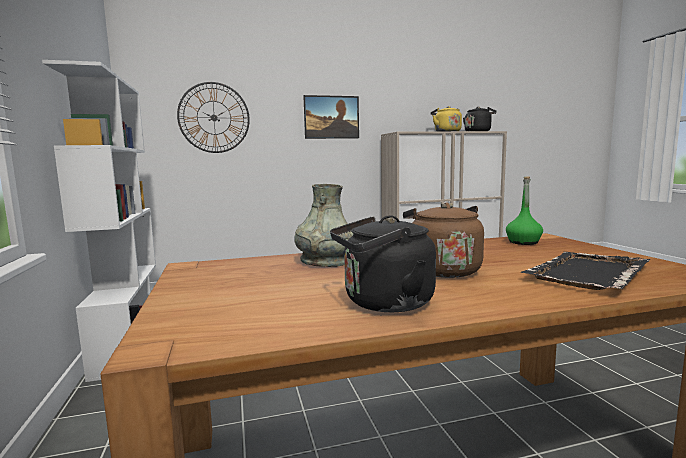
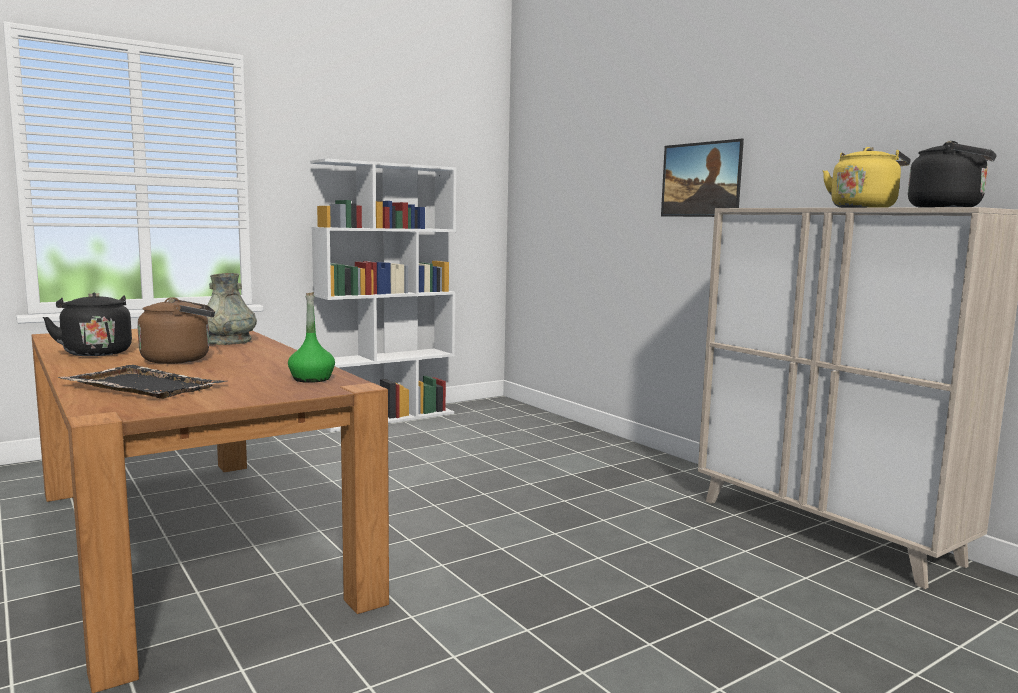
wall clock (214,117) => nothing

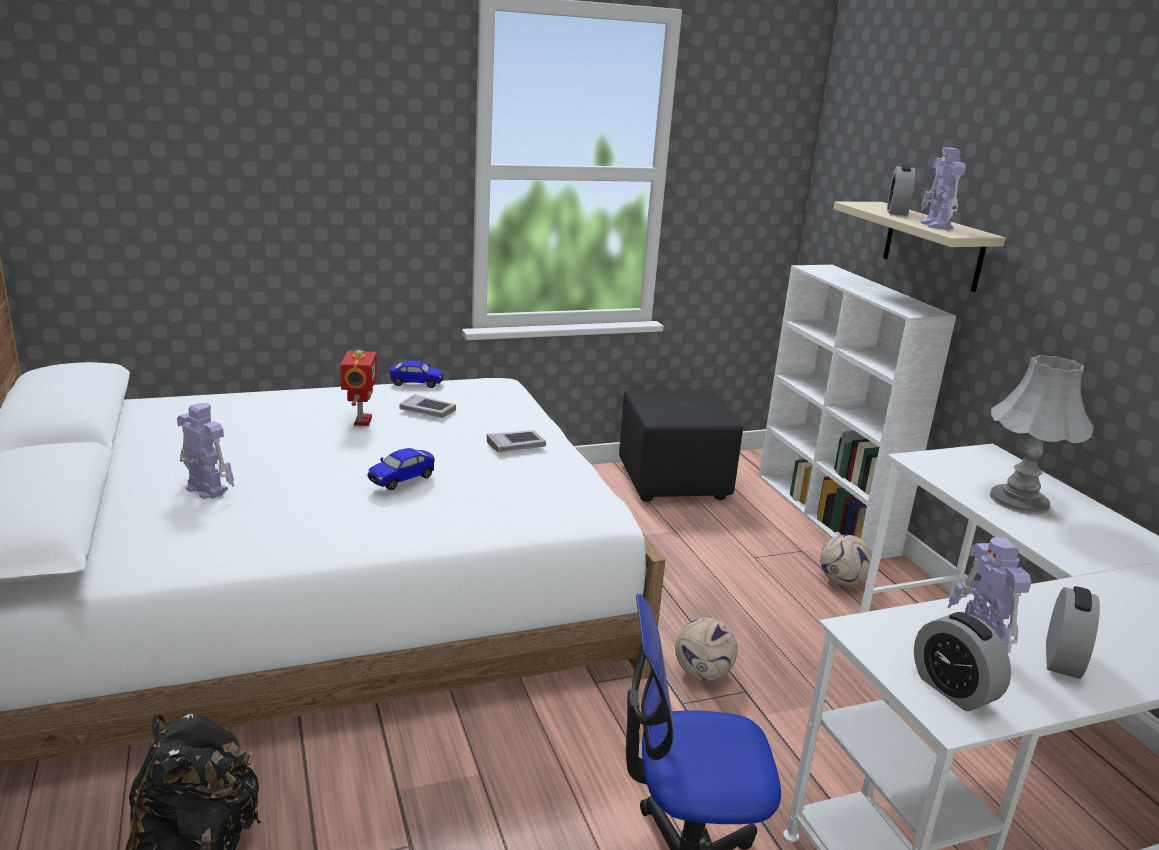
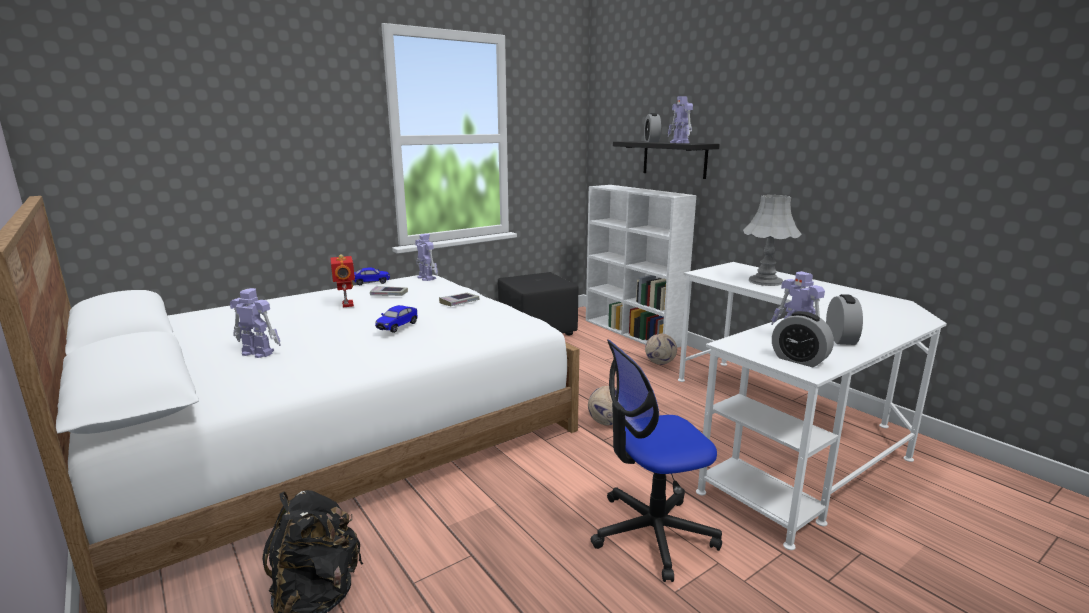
shelf (beige) (933,246) => shelf (black) (674,159)
nothing => toy robot (426,278)

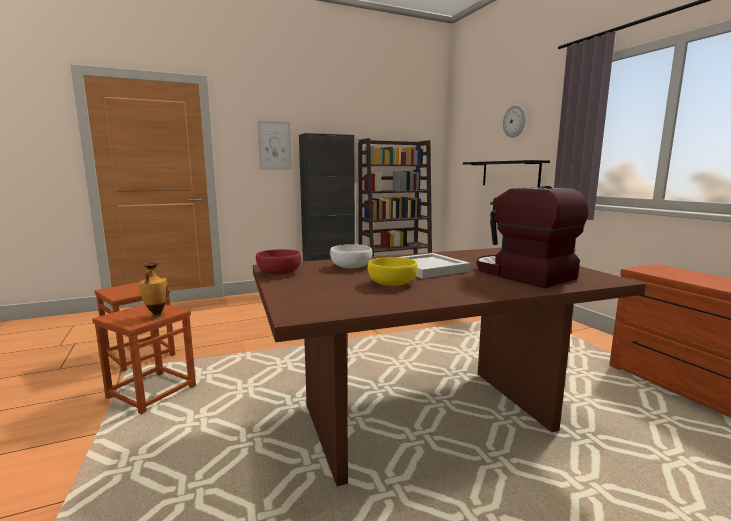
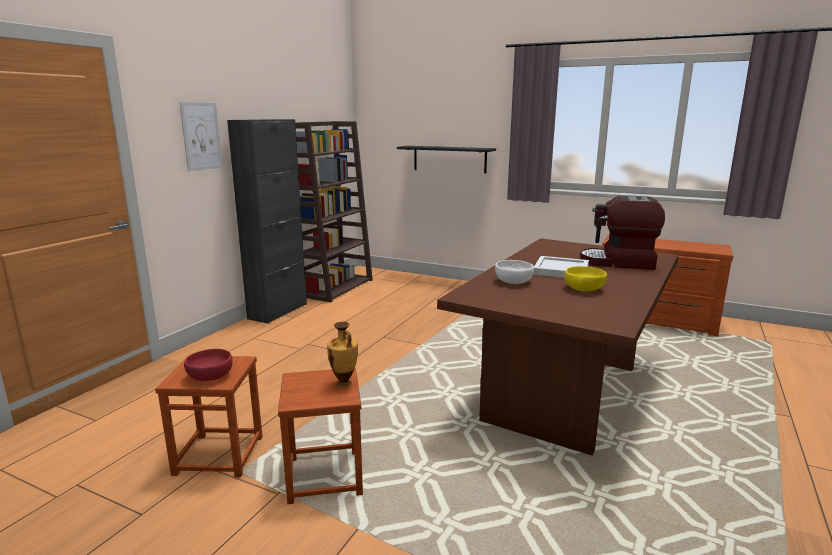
bowl (red) (279,273) => bowl (red) (211,376), relocated
wall clock (514,121) => nothing

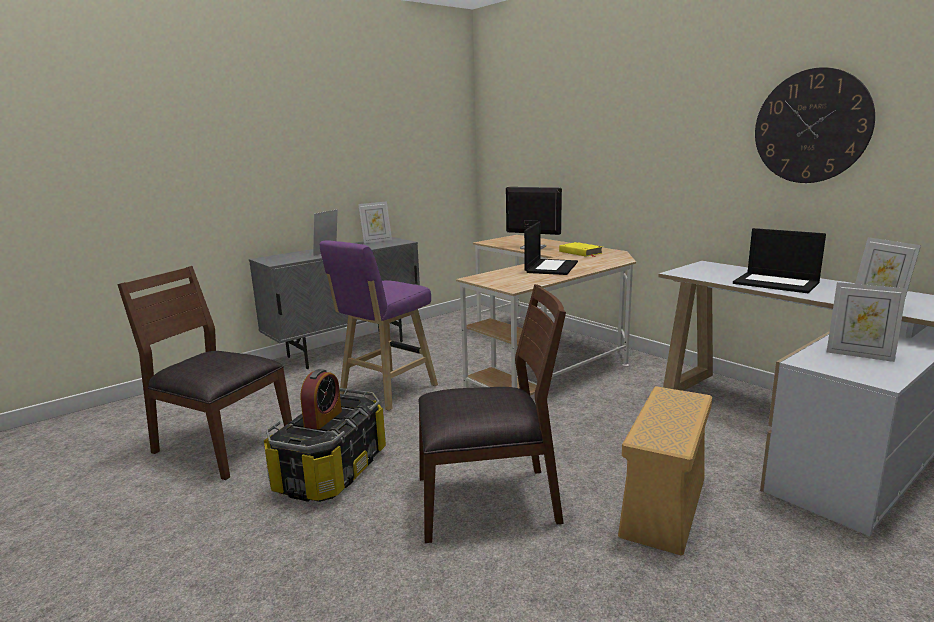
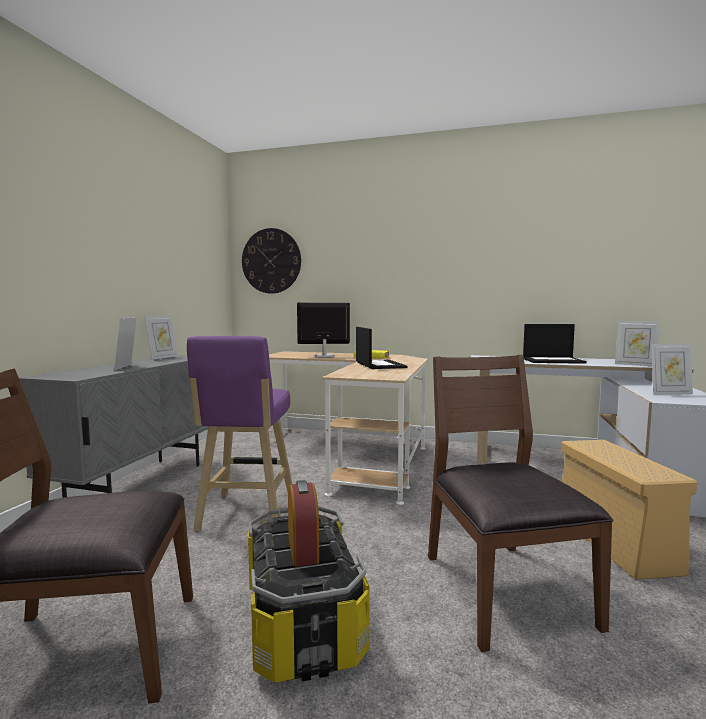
chair (brown) (488,500) => chair (brown) (502,589), 60 degrees counterclockwise
wall clock (811,126) => wall clock (271,261), relocated

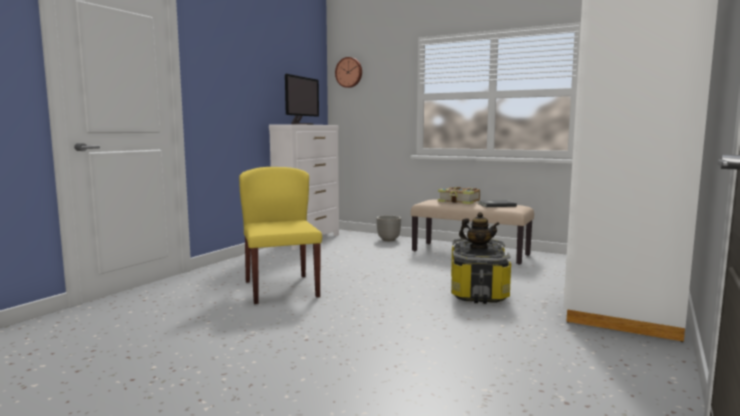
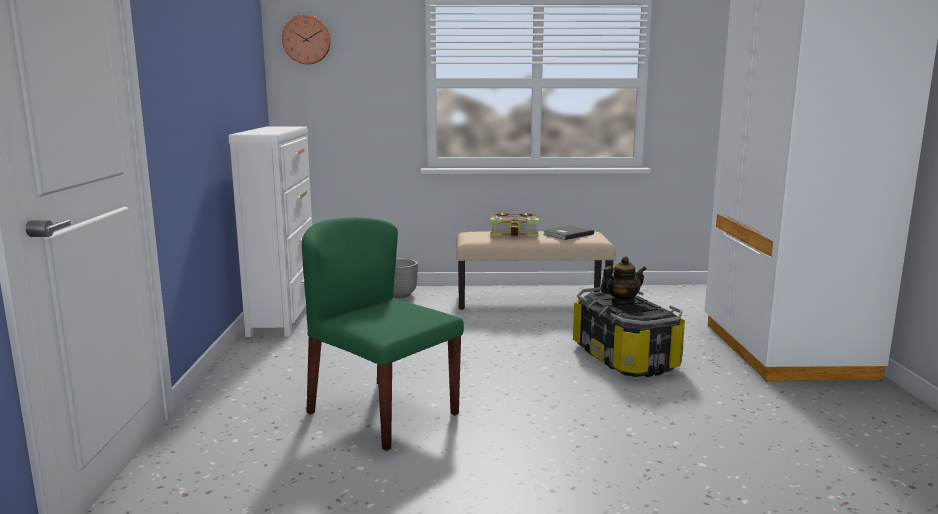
chair (yellow) (281,288) => chair (green) (381,412)
monitor (302,124) => nothing

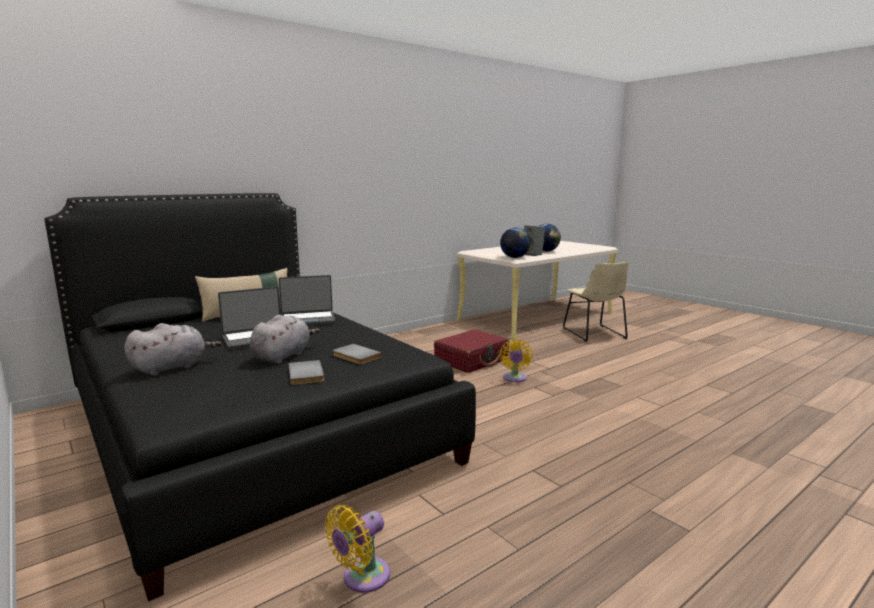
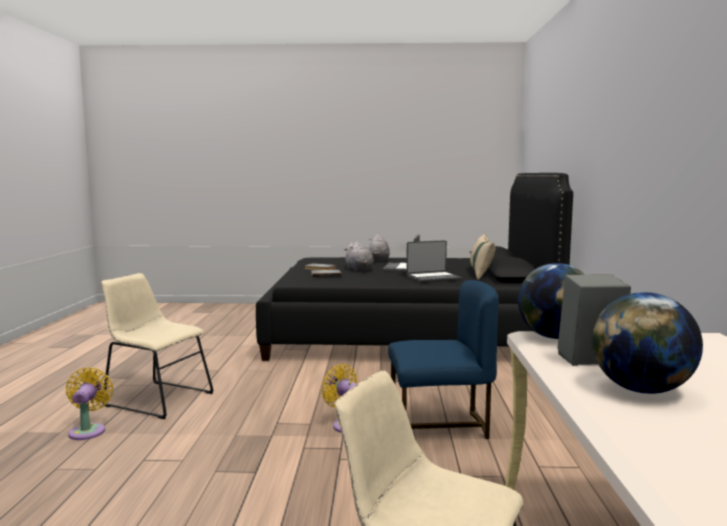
laptop (308,320) => laptop (433,278), 135 degrees counterclockwise
fan (yellow) (362,578) => fan (yellow) (88,430), relocated
suitcase (red) (472,360) => chair (blue) (439,427)
nothing => chair (beige) (155,398)

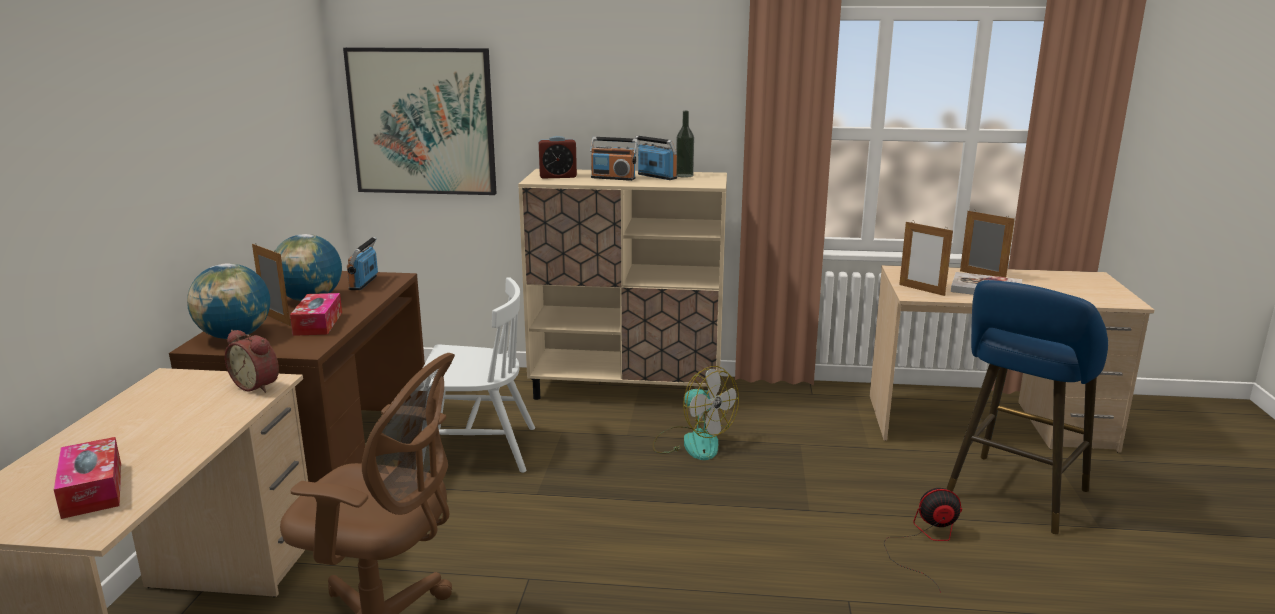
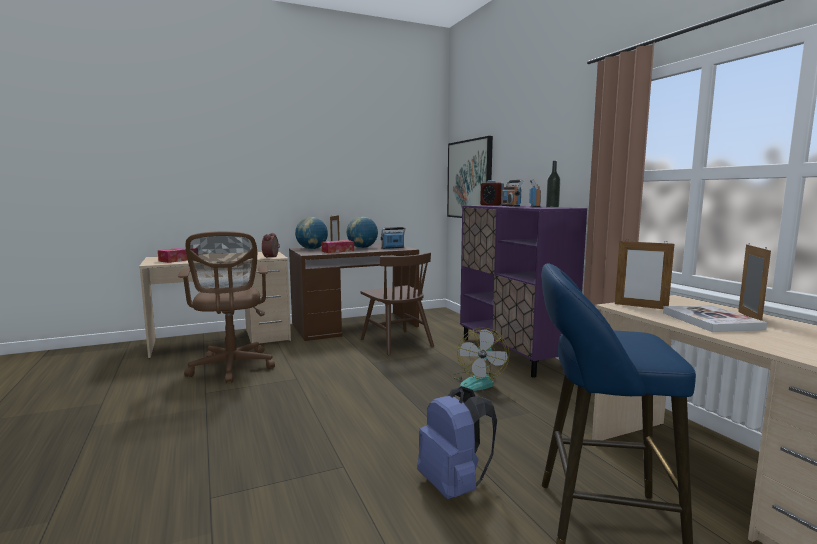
chair (white) (477,450) => chair (brown) (396,342)
cabinet (beige) (627,389) => cabinet (purple) (513,353)
fan (926,541) => backpack (blue) (454,486)
picture frame (921,290) => picture frame (640,306), 75 degrees counterclockwise

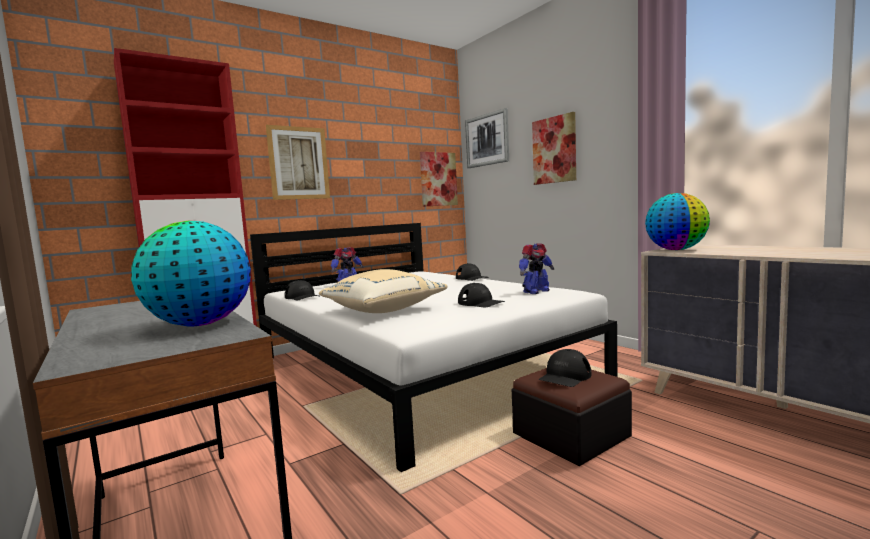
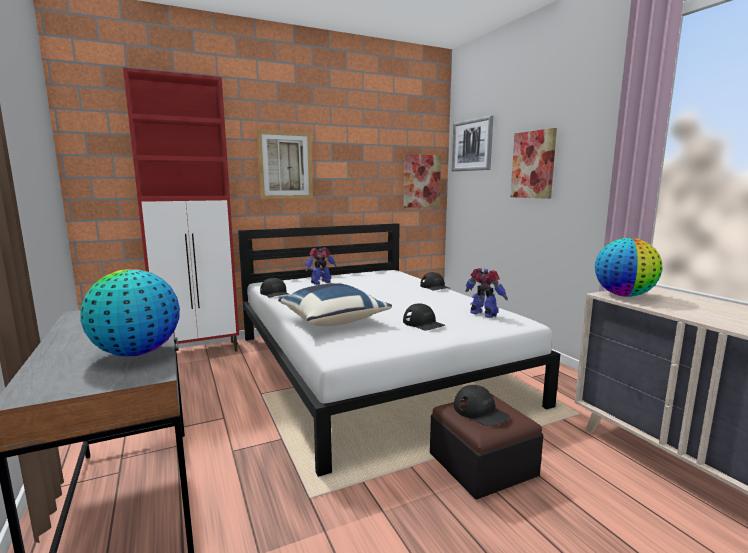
pillow (beige) (383,310) => pillow (blue) (333,321)
toy robot (535,291) => toy robot (483,314), 105 degrees counterclockwise
cap (black) (565,376) => cap (black) (480,412), 90 degrees counterclockwise

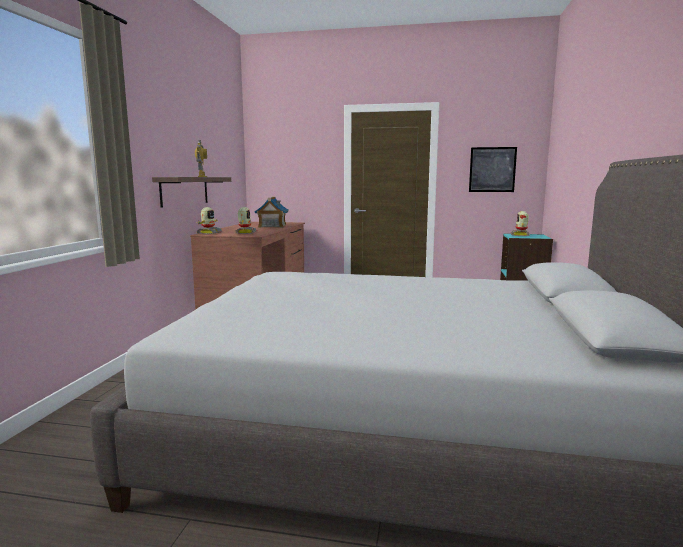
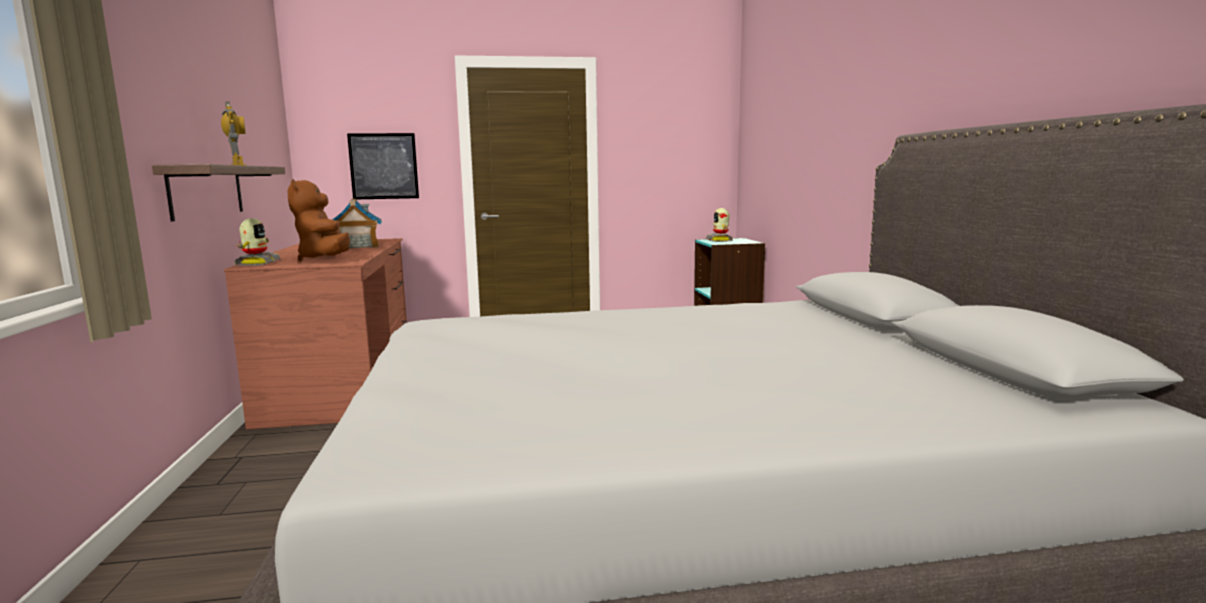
toy robot (245,233) => plush toy (brown) (325,259)
picture (492,169) => picture (383,166), relocated

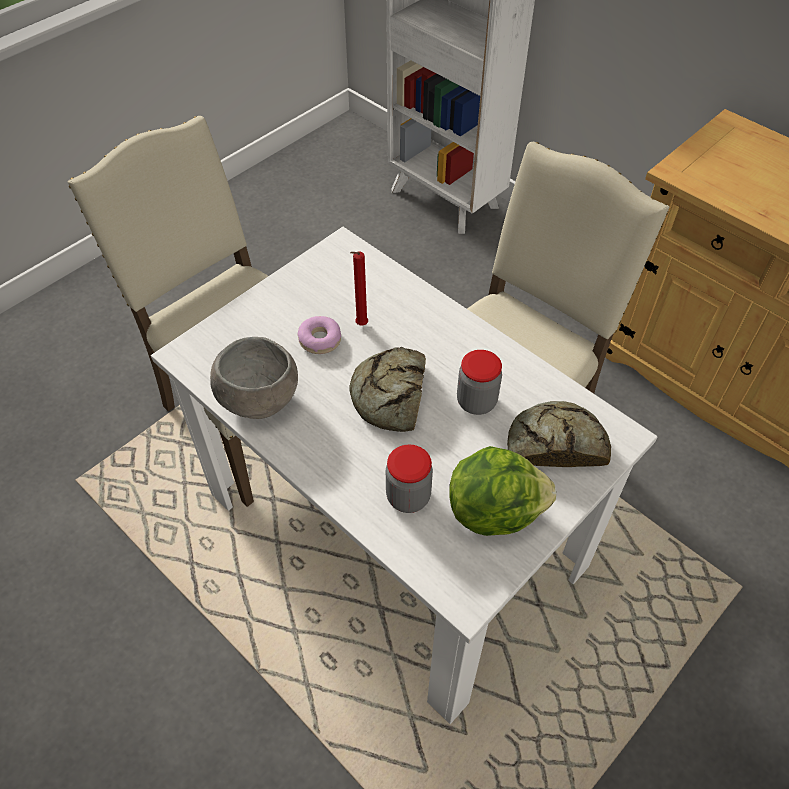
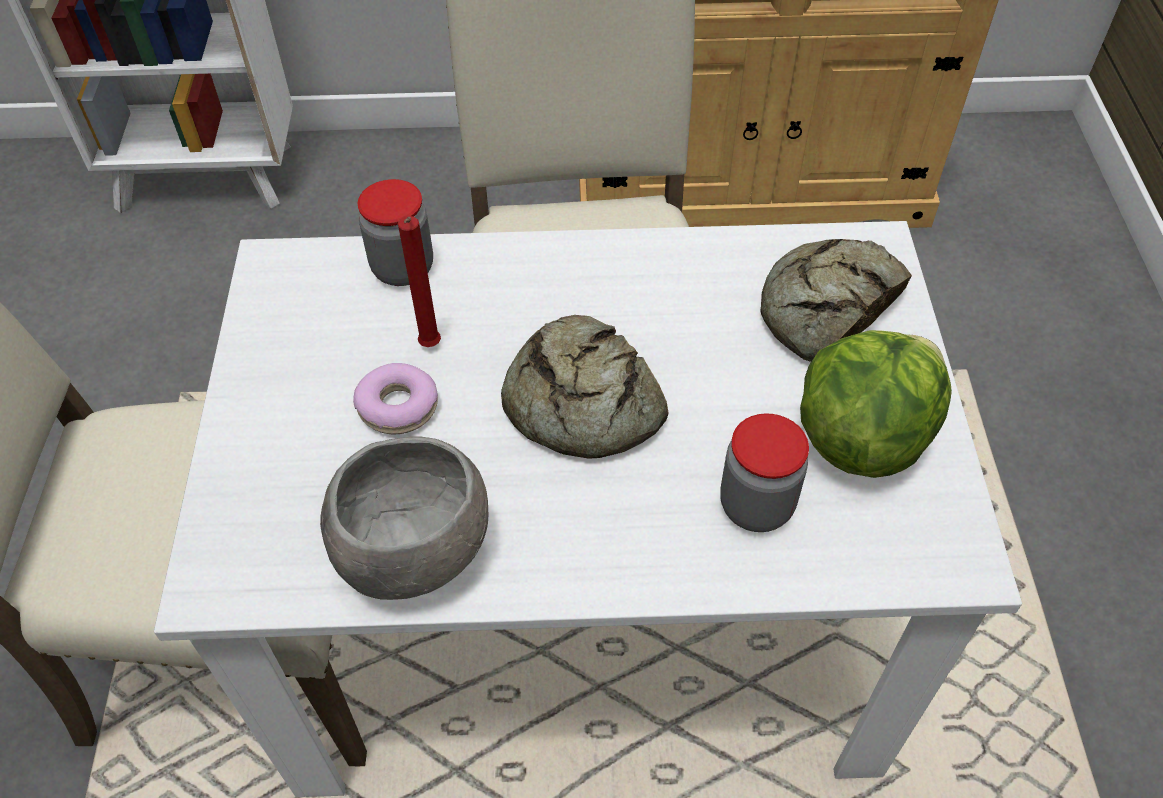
jar (476,402) => jar (403,268), relocated

